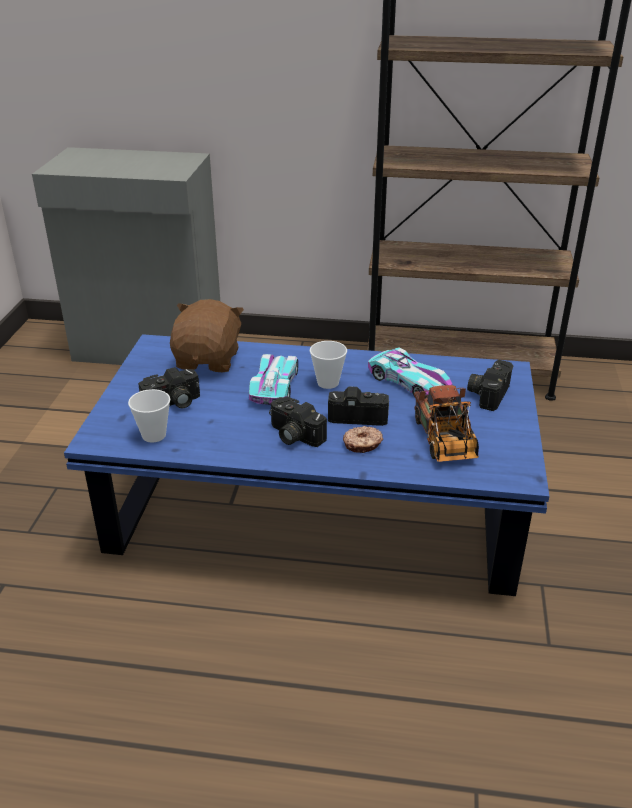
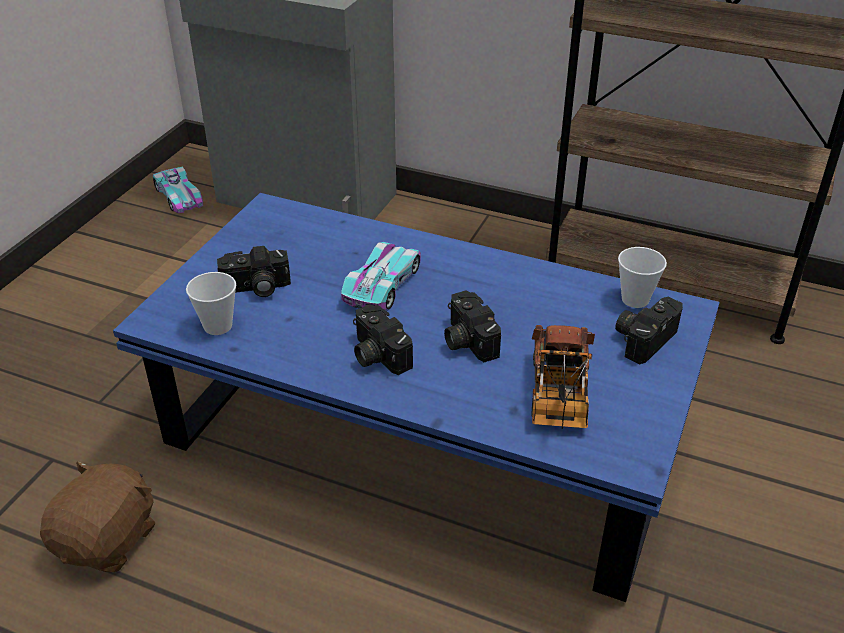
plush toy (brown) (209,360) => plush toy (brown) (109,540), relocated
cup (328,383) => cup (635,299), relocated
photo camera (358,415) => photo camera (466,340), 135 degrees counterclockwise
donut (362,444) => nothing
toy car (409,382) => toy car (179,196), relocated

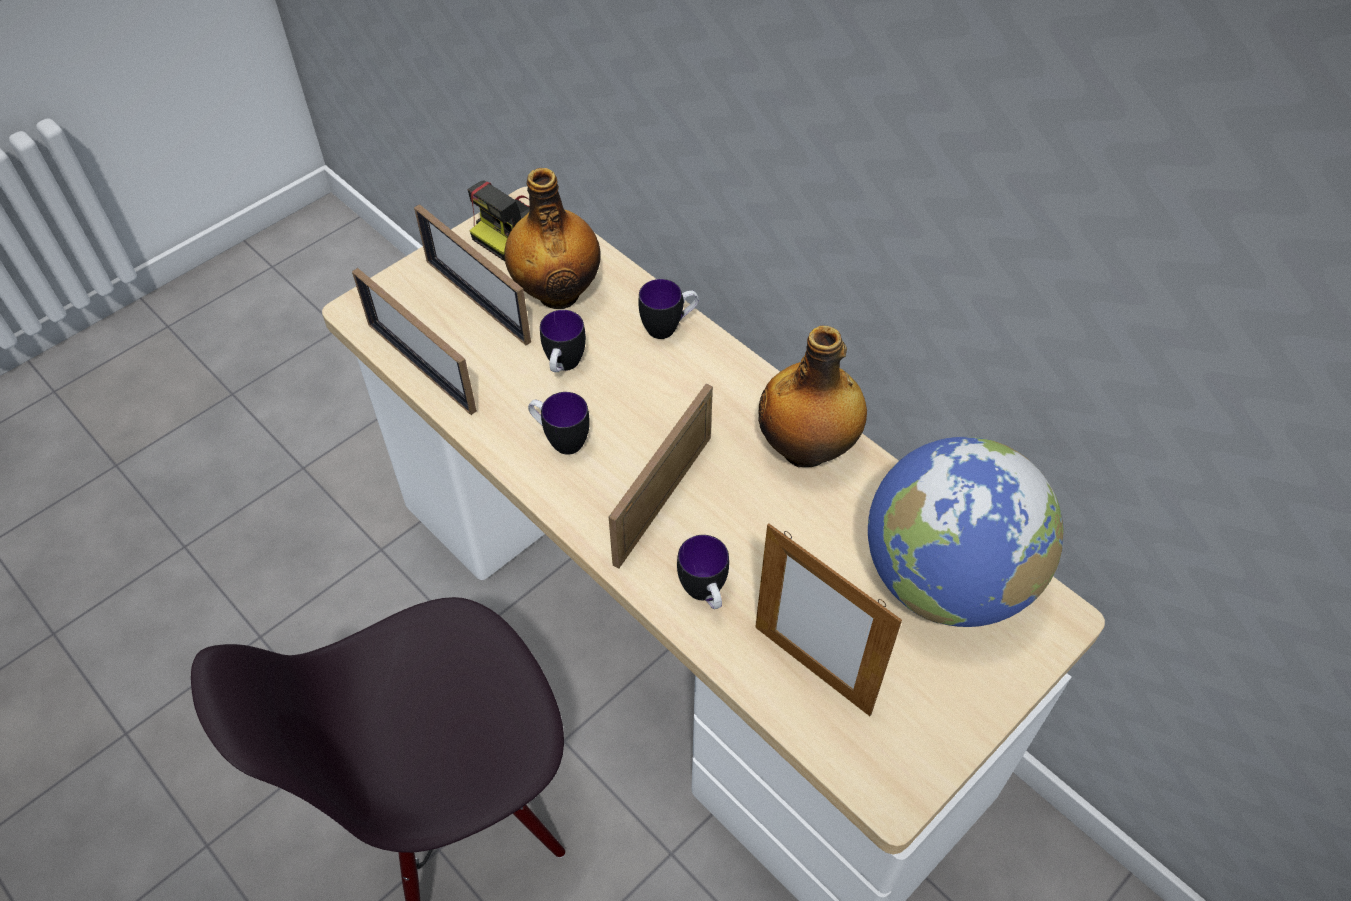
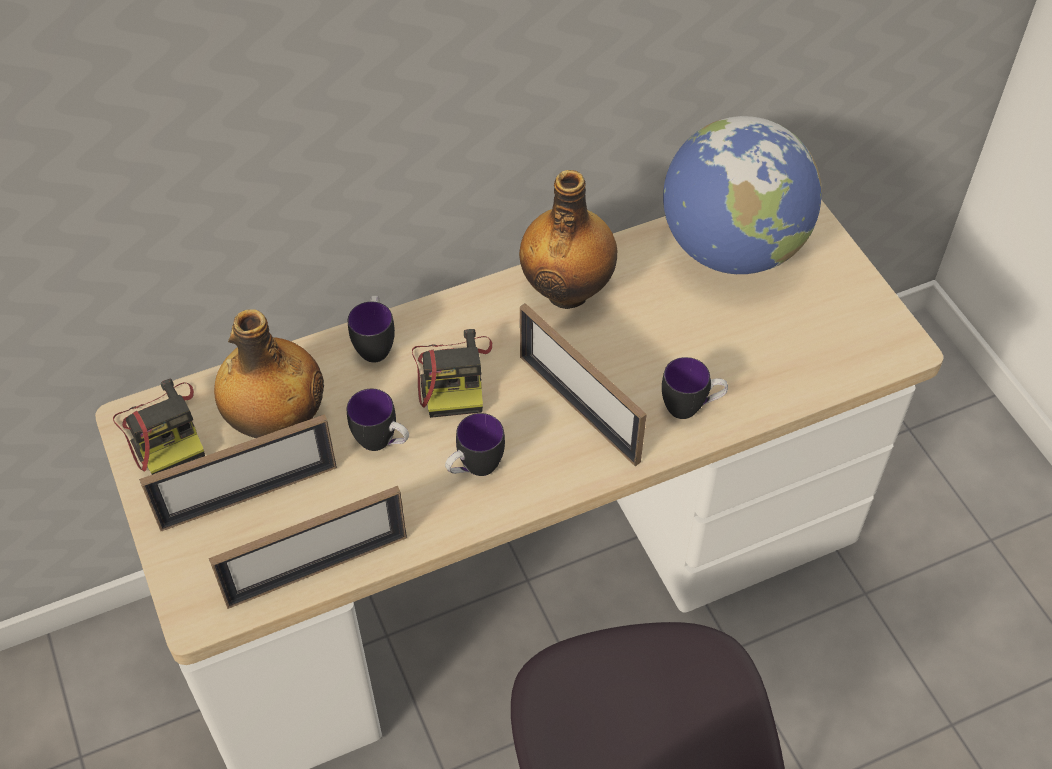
picture frame (812,669) => nothing
nothing => photo camera (453,376)

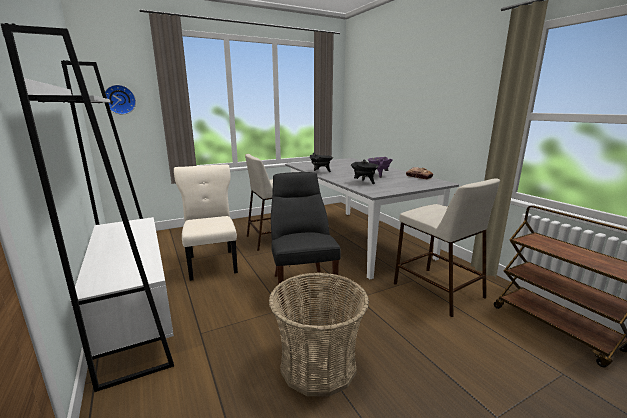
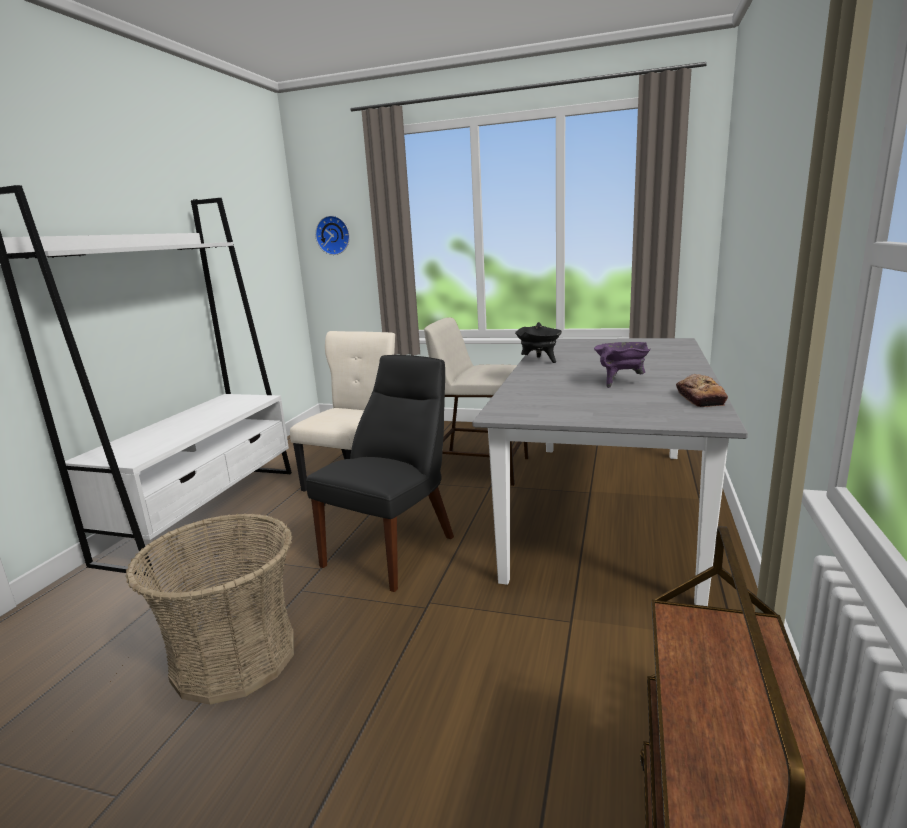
cooking pot (black) (364,182) => nothing
stool (beige) (436,290) => nothing

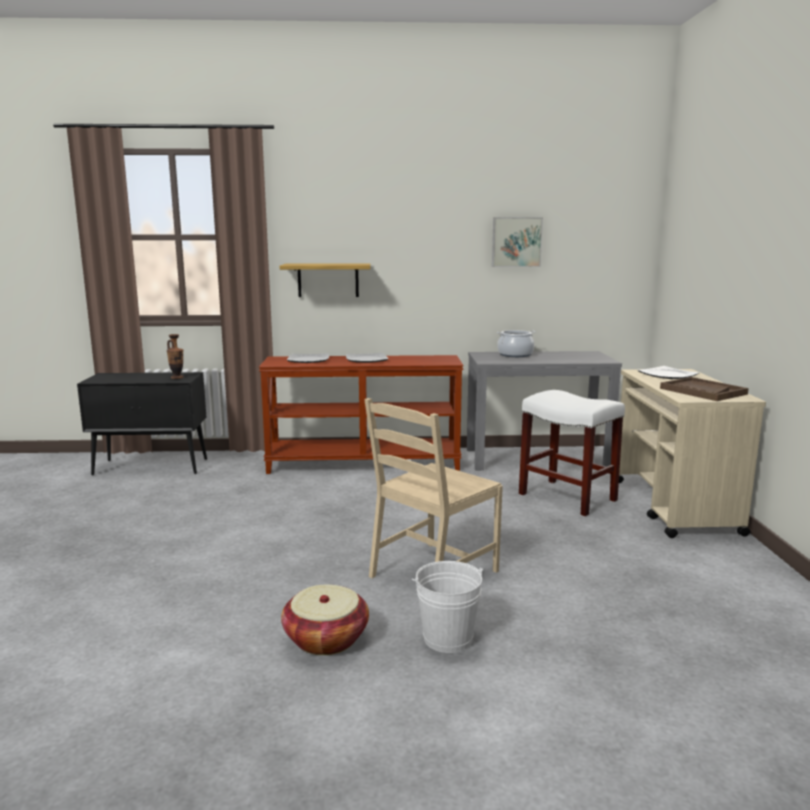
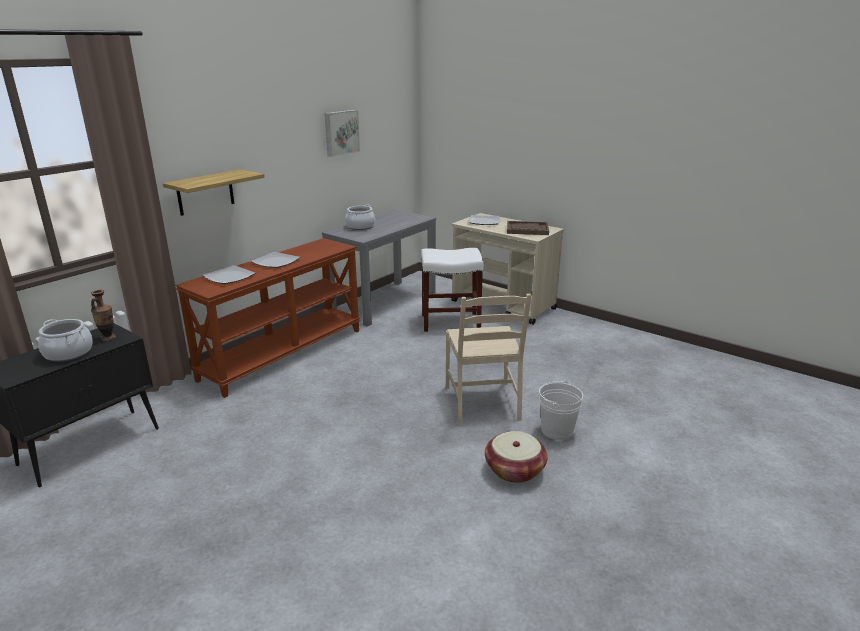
nothing => cooking pot (68,353)

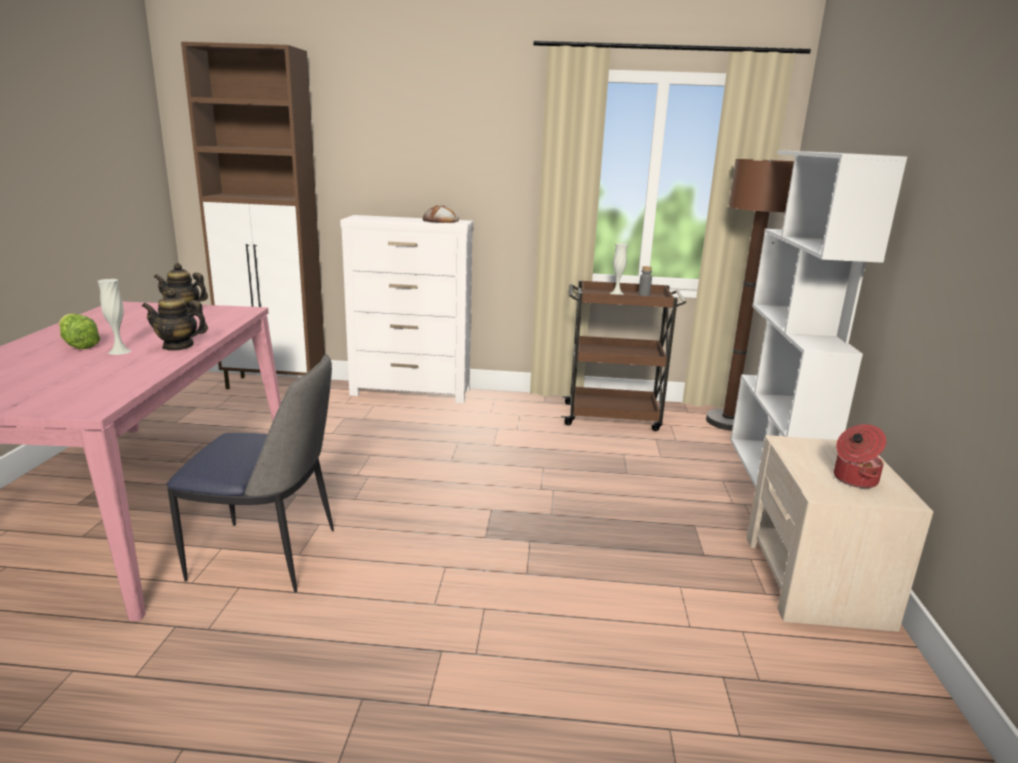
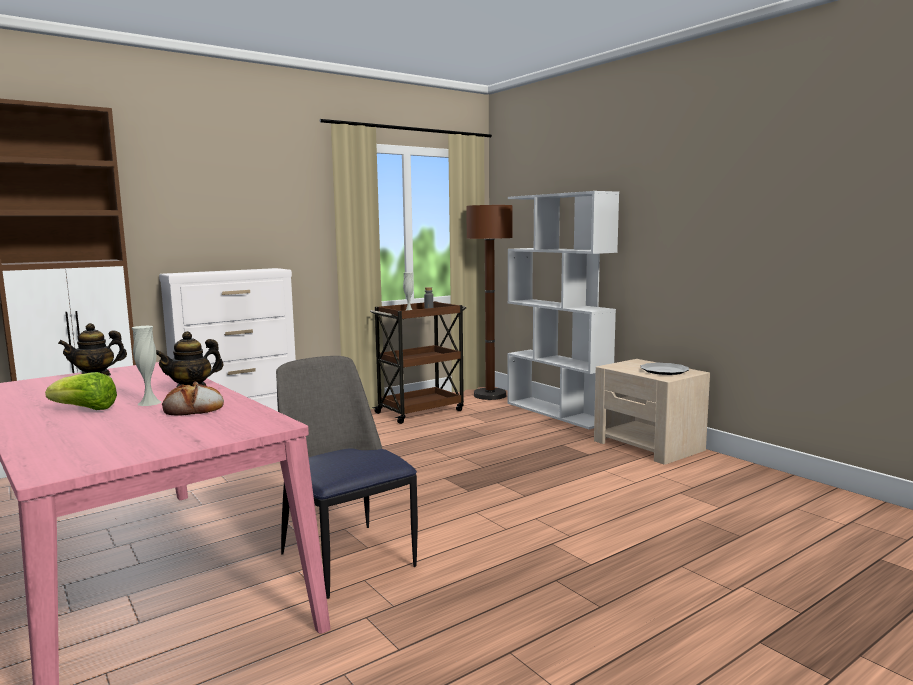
chair (268,556) => chair (346,557), 90 degrees counterclockwise
bread (441,221) => bread (195,408), relocated
cooking pot (853,479) => plate (664,371)

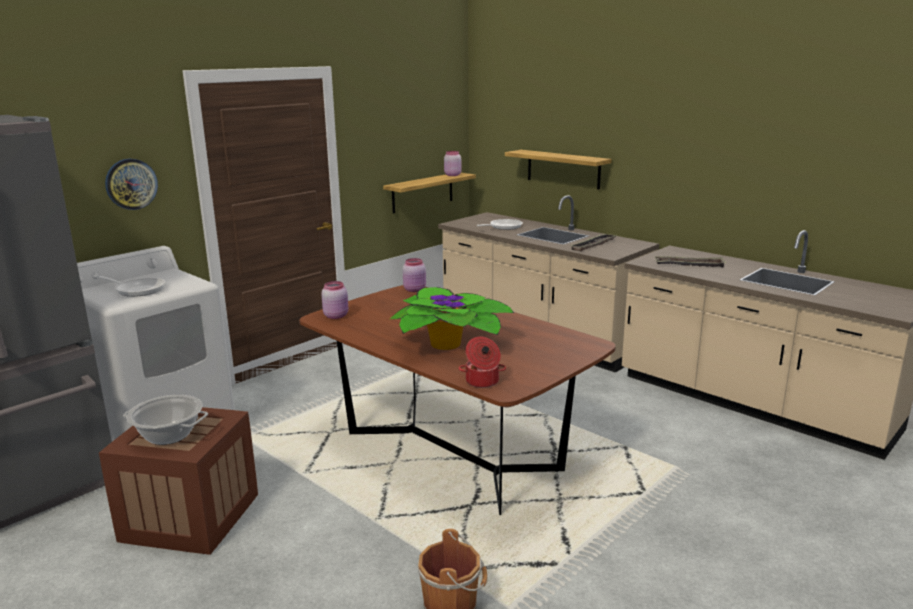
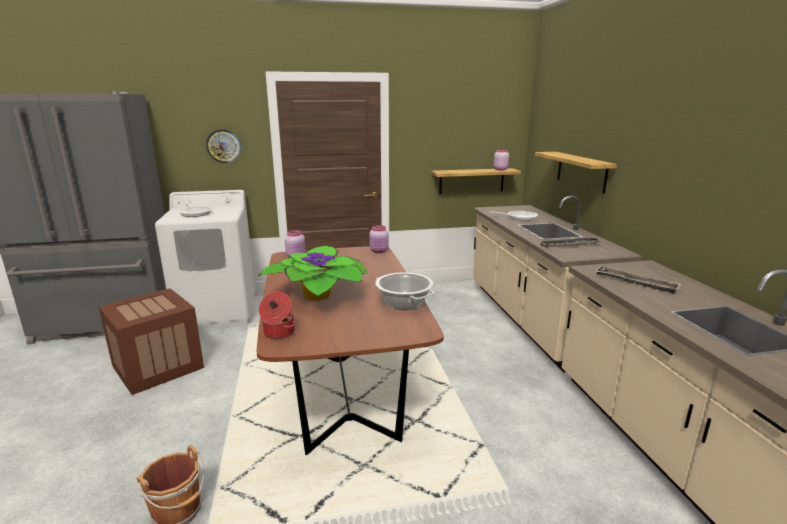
cooking pot (168,435) => cooking pot (403,303), relocated

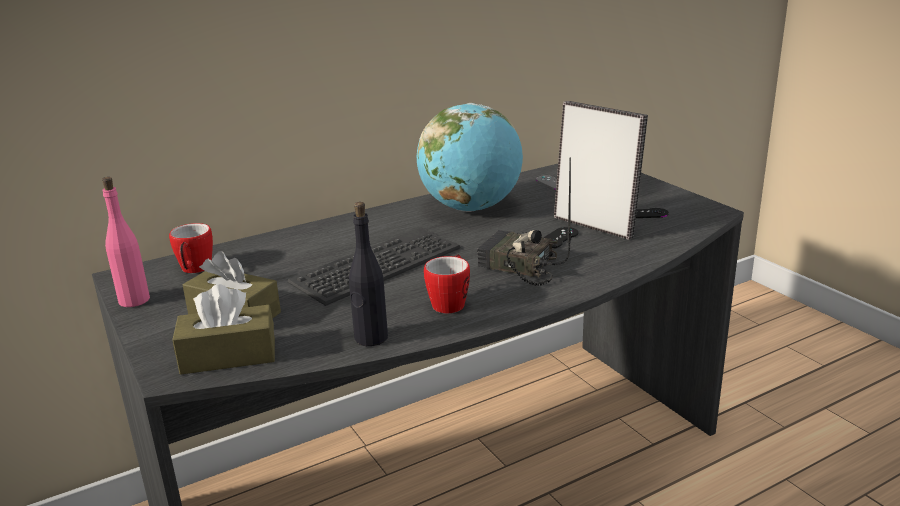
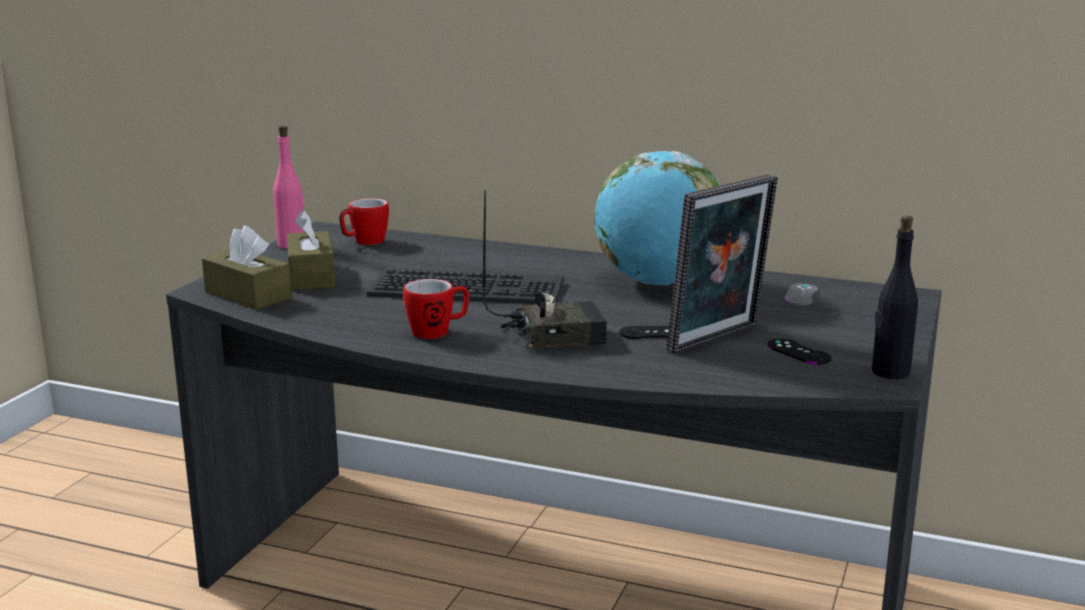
bottle (black) (370,338) => bottle (black) (890,372), relocated
radio (518,266) => radio (554,335), 90 degrees clockwise
picture frame (595,226) => picture frame (718,340), 45 degrees clockwise

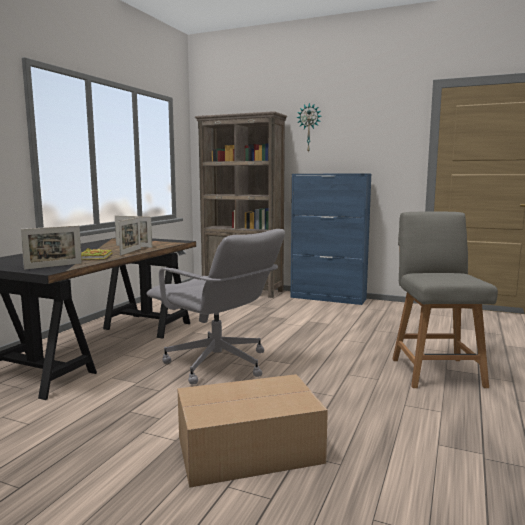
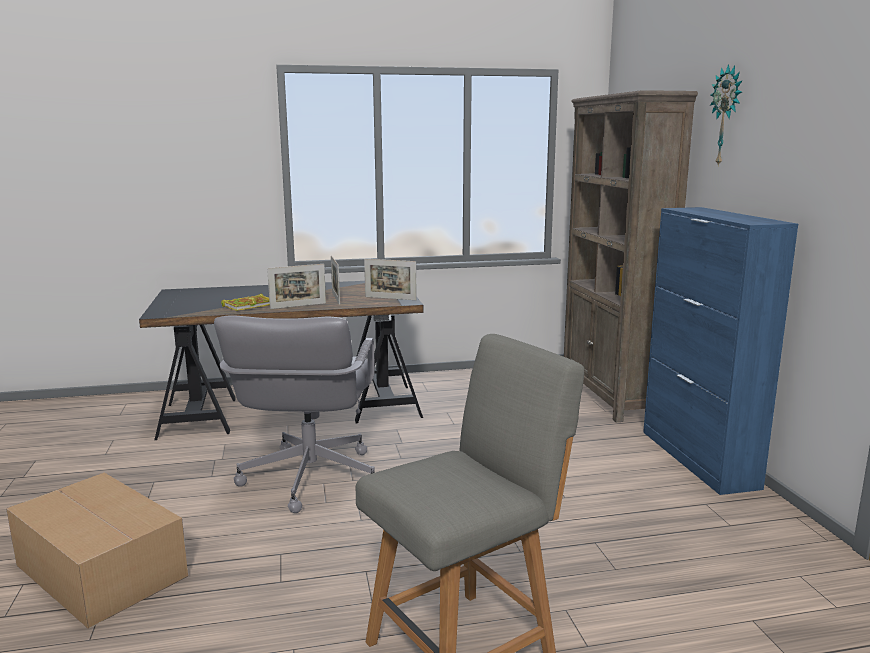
picture frame (53,266) => picture frame (390,298), relocated

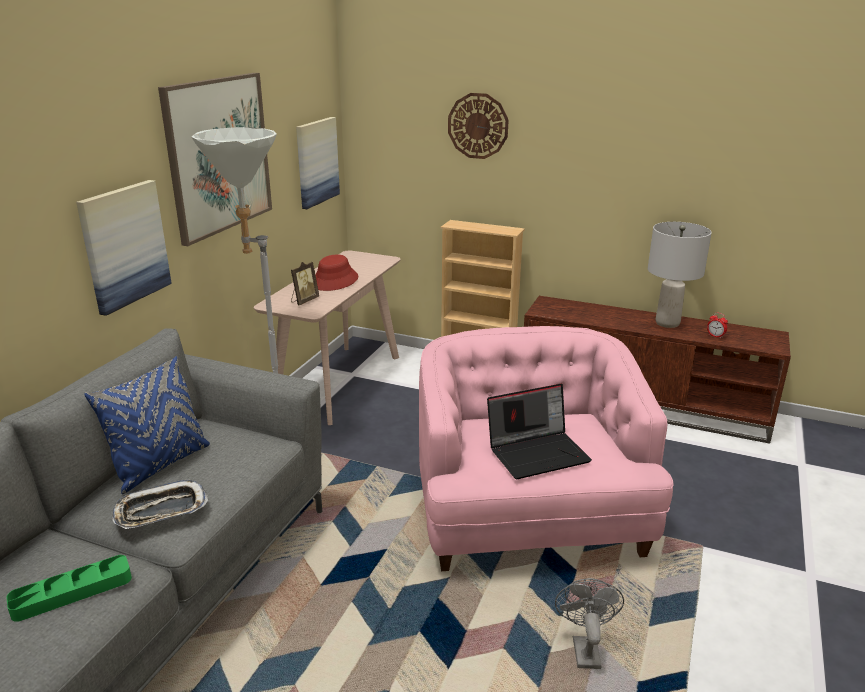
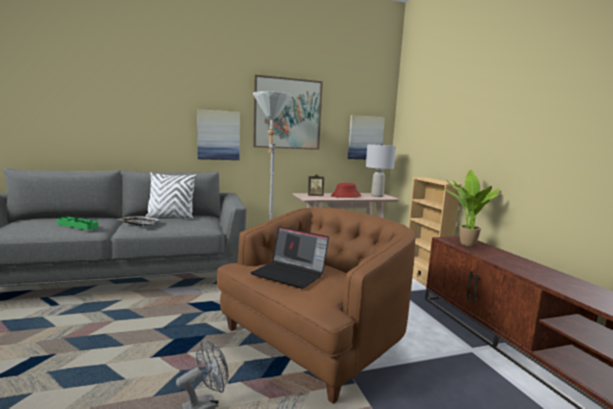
pillow (blue) (160,464) => pillow (white) (171,217)
armchair (pink) (527,515) => armchair (brown) (312,339)
wall clock (478,126) => nothing
table lamp (grey) (667,323) => table lamp (grey) (377,196), relocated
alarm clock (715,336) => nothing
nothing => potted plant (464,244)

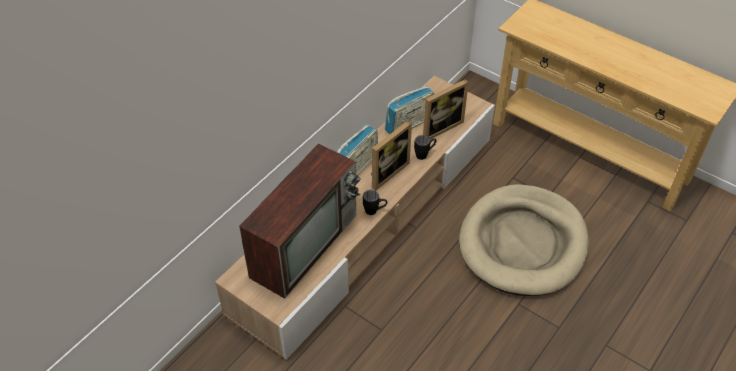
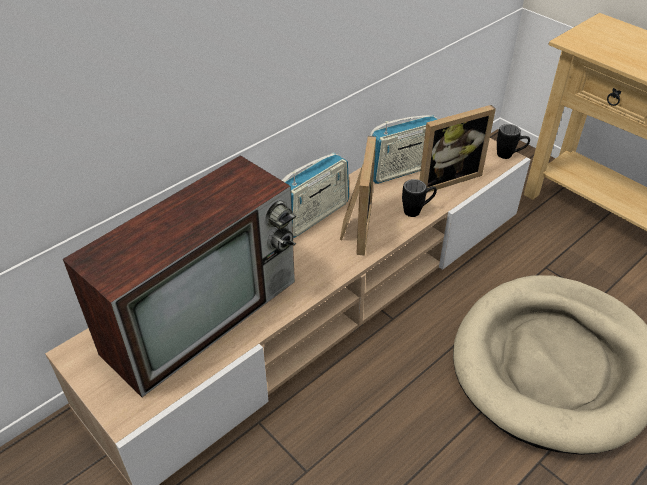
mug (black) (374,211) => mug (black) (509,155), relocated
picture frame (386,172) => picture frame (355,227), 45 degrees counterclockwise

